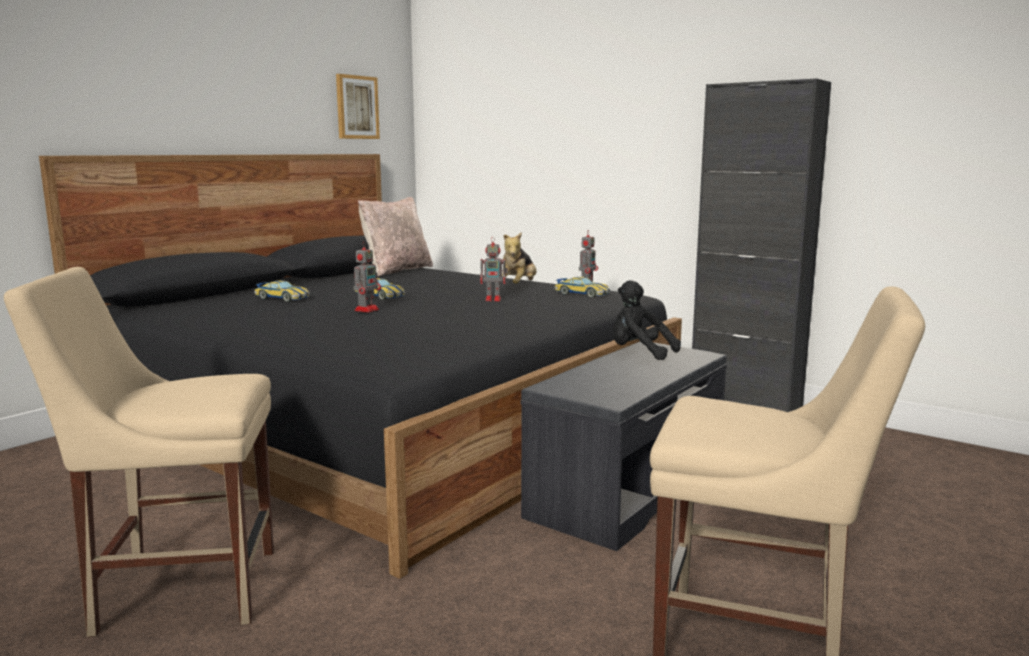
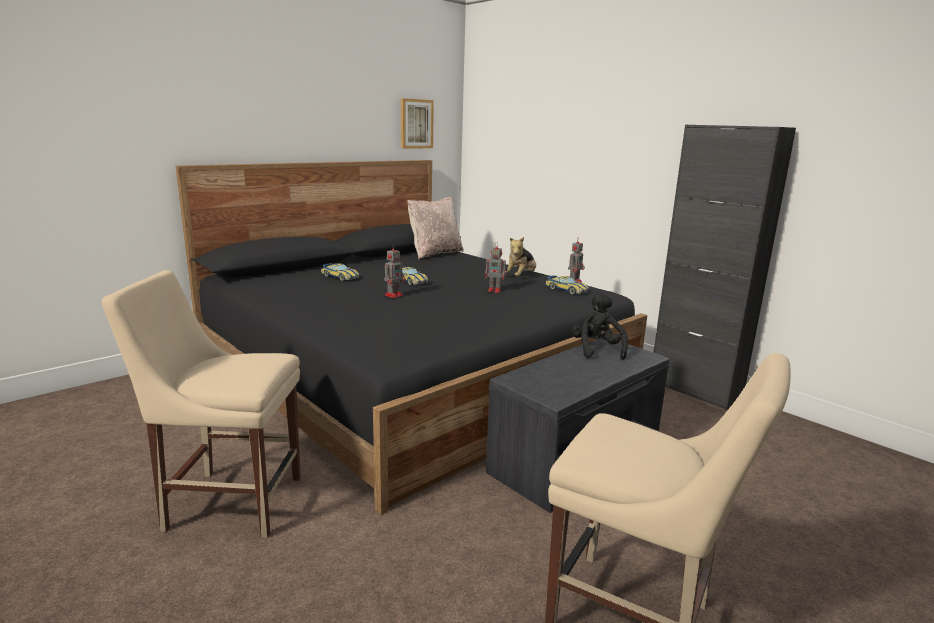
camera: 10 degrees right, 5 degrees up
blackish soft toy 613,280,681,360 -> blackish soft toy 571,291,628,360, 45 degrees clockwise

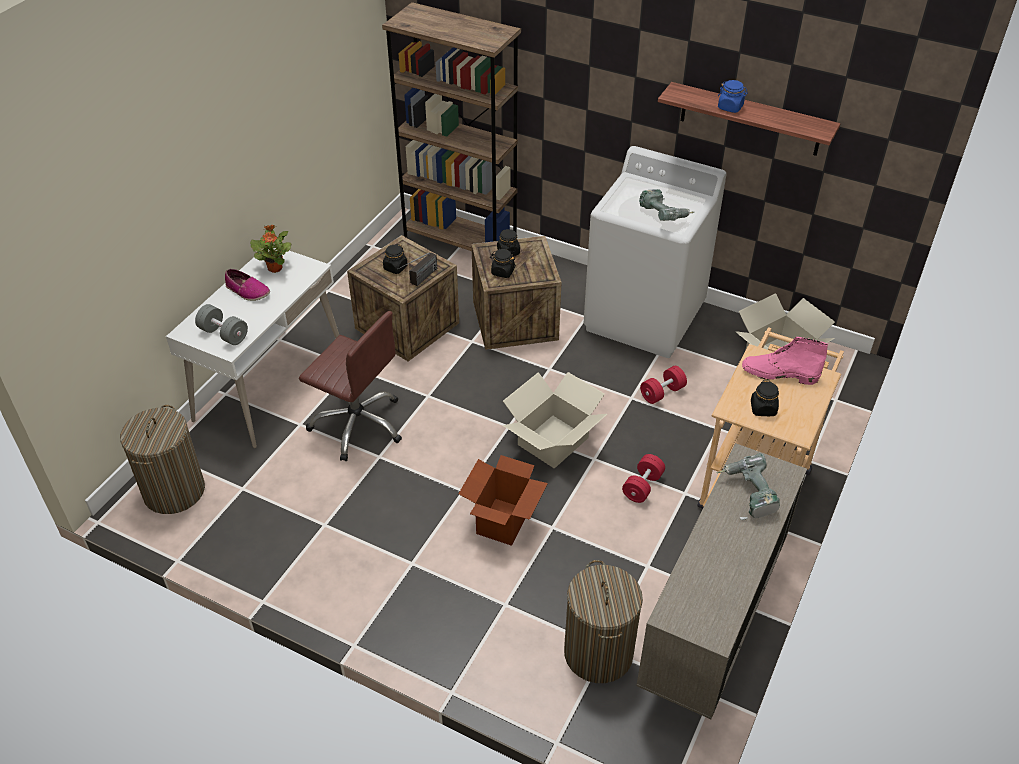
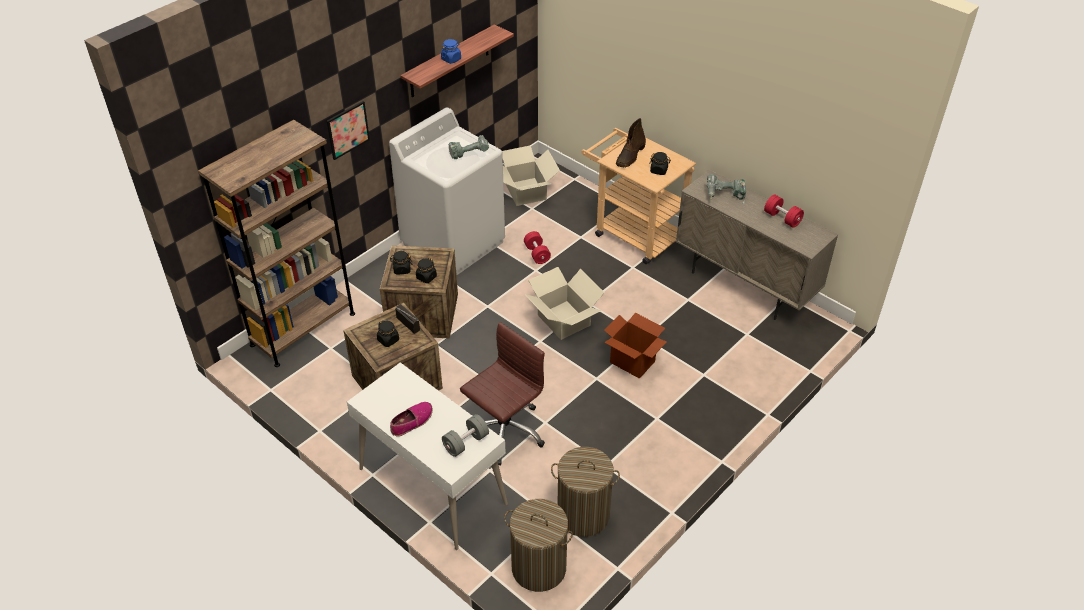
camera: 75 degrees left, 0 degrees up
potted plant 250,225,291,273 -> none
washing basket 564,560,643,683 -> washing basket 551,447,620,537, moved
red dumbbell 622,454,665,503 -> red dumbbell 764,195,804,228, moved
pinkish tall boot 742,337,828,385 -> brownish tall boot 616,118,646,168
none -> wall picture 327,101,370,160

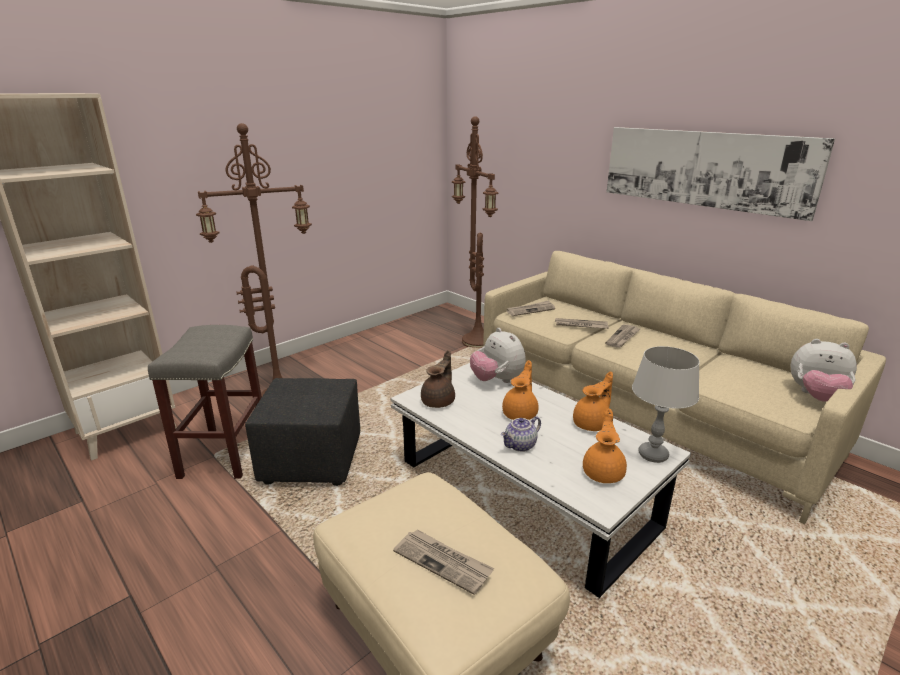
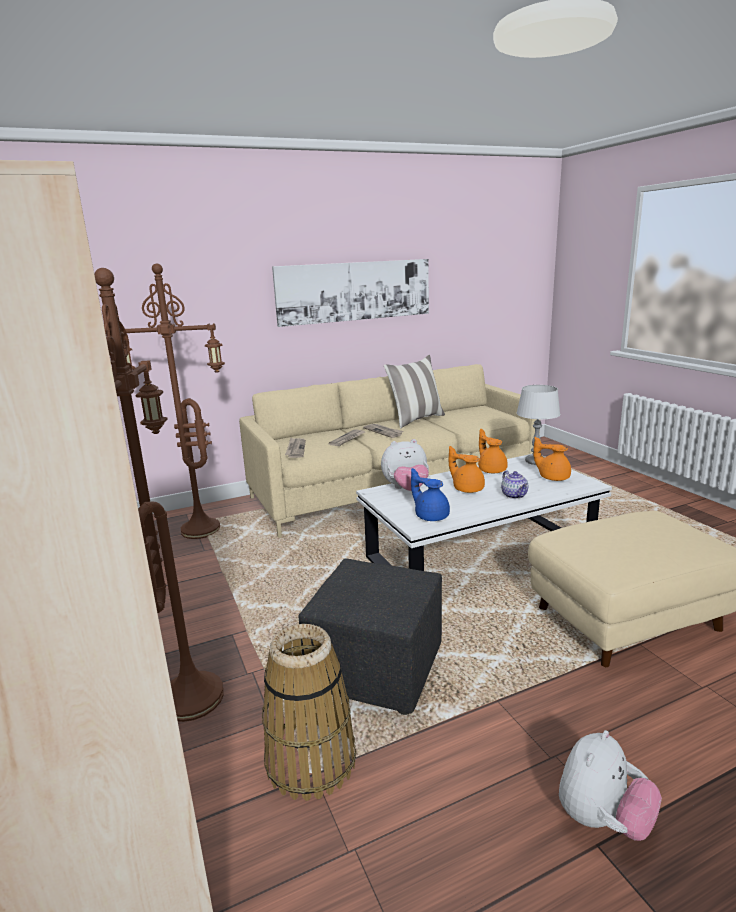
camera: 70 degrees left, 5 degrees down
greyish stool seat 148,325,262,479 -> household basket 262,624,356,801
daily paper 393,529,494,595 -> none
brownish pot for tea 421,350,455,408 -> blue-coloured pot for tea 411,468,450,521
soft toy 791,339,857,402 -> soft toy 559,730,662,841, moved
none -> throw pillow 384,355,445,428

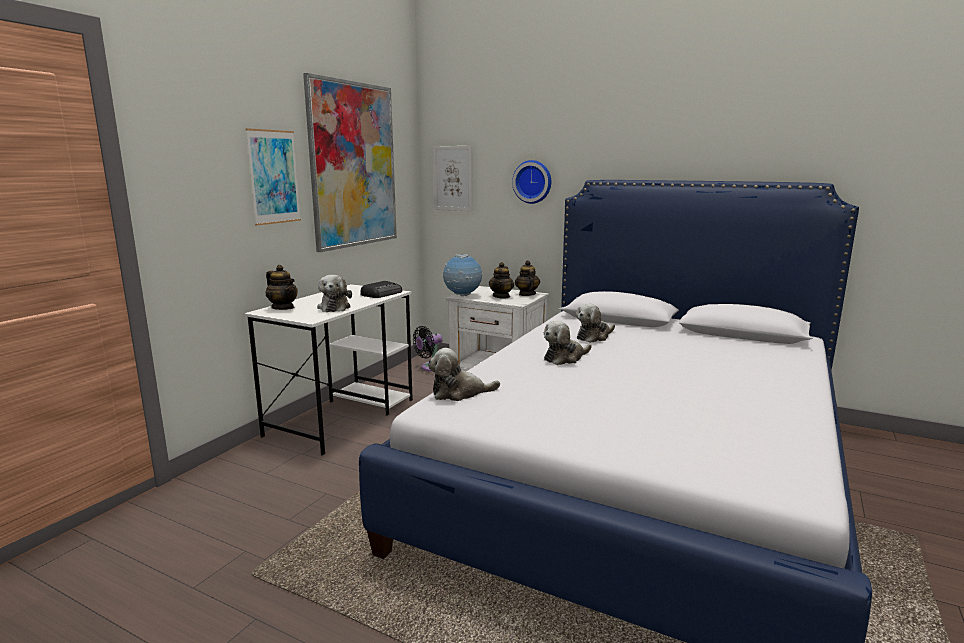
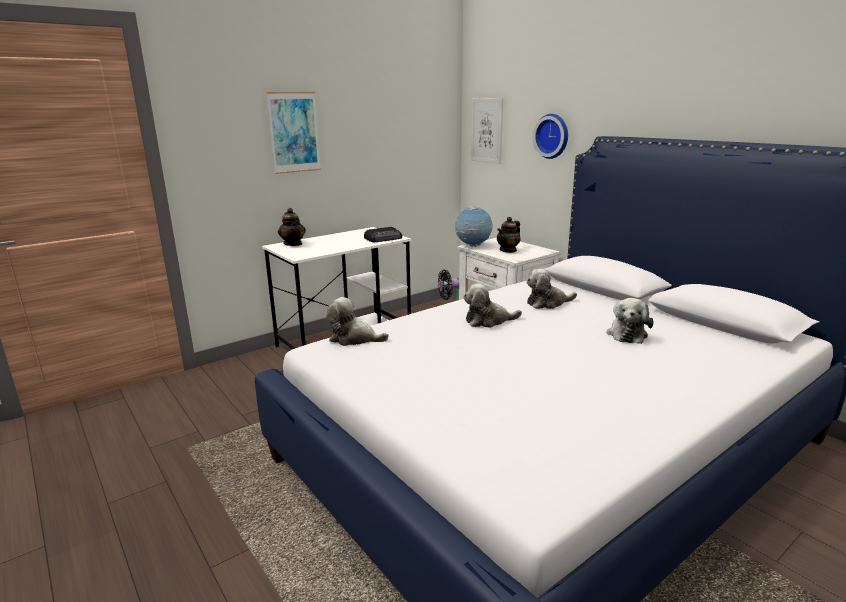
camera: 25 degrees right, 5 degrees up
wall picture 303,73,397,252 -> none
soft toy 317,275,352,312 -> soft toy 607,298,654,344, moved
pot for tea 515,260,540,296 -> none

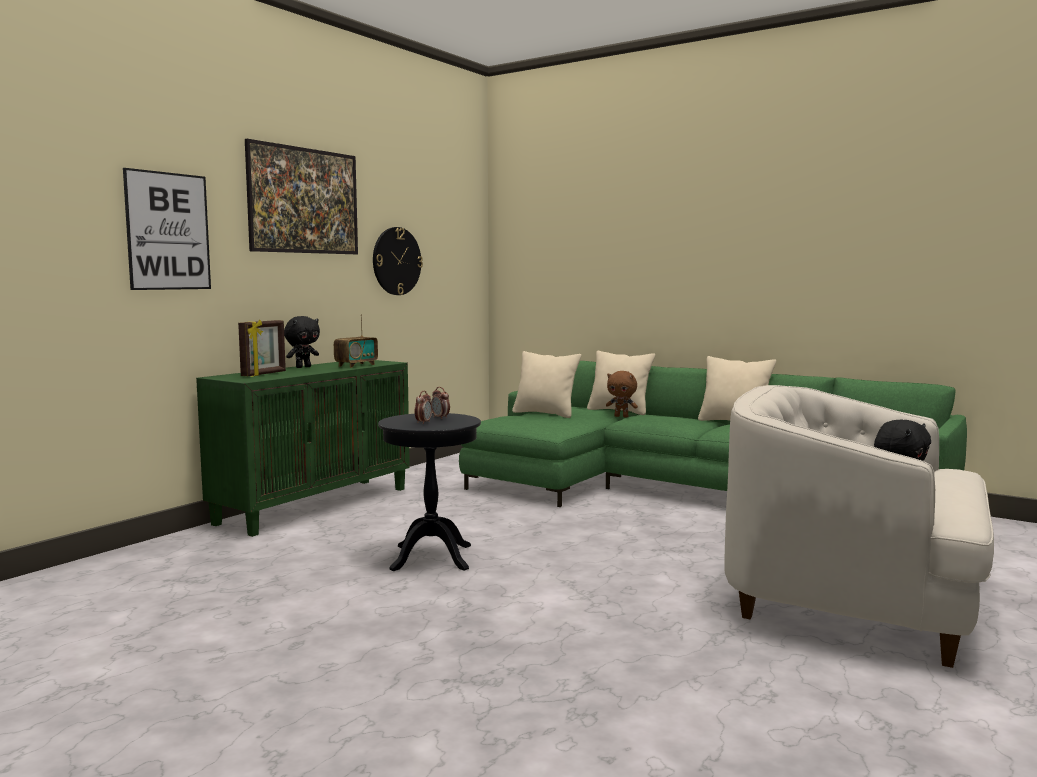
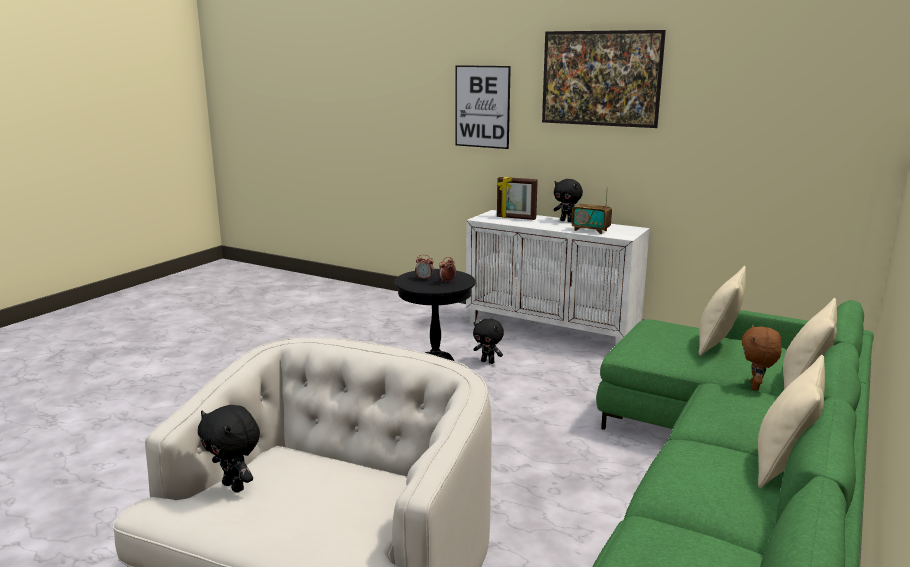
camera: 85 degrees right, 10 degrees up
greenish storage cabinet 196,360,410,537 -> whitish storage cabinet 466,210,650,345
hanging clock 373,227,423,295 -> none
none -> blackish soft toy 473,318,504,364

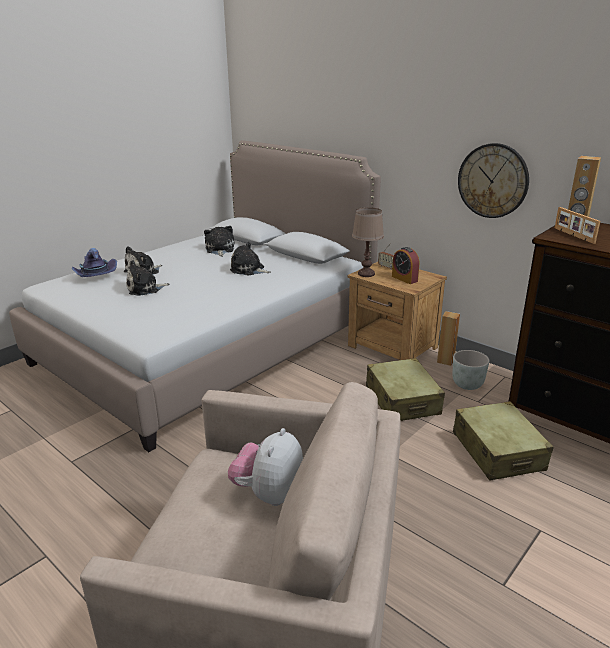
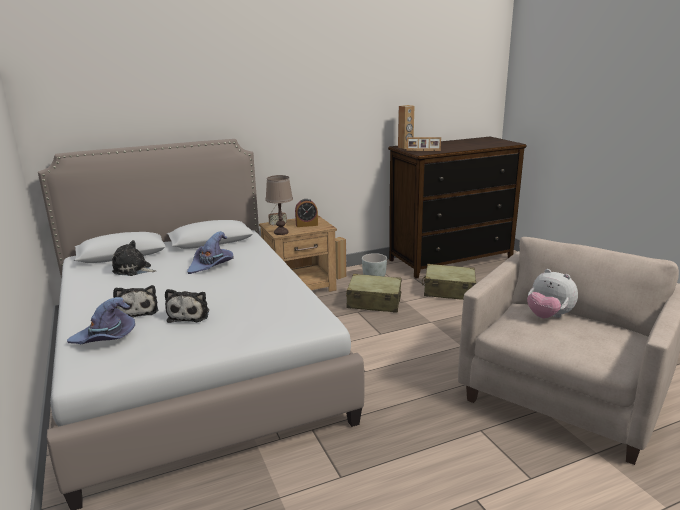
camera: 65 degrees left, 5 degrees down
soft toy 230,242,271,275 -> purple-coloured clothing hat 187,231,234,274
hanging clock 458,143,529,218 -> none

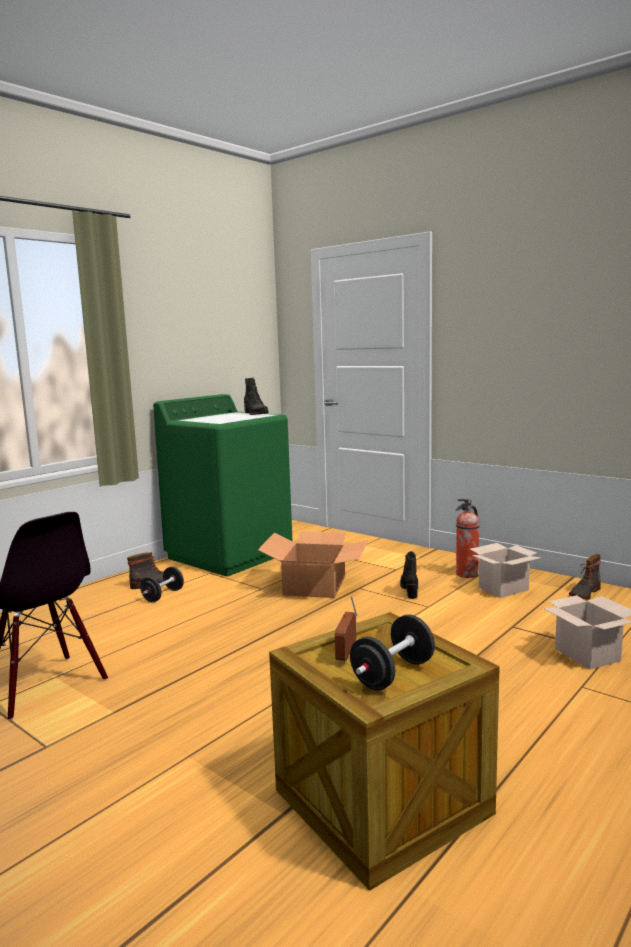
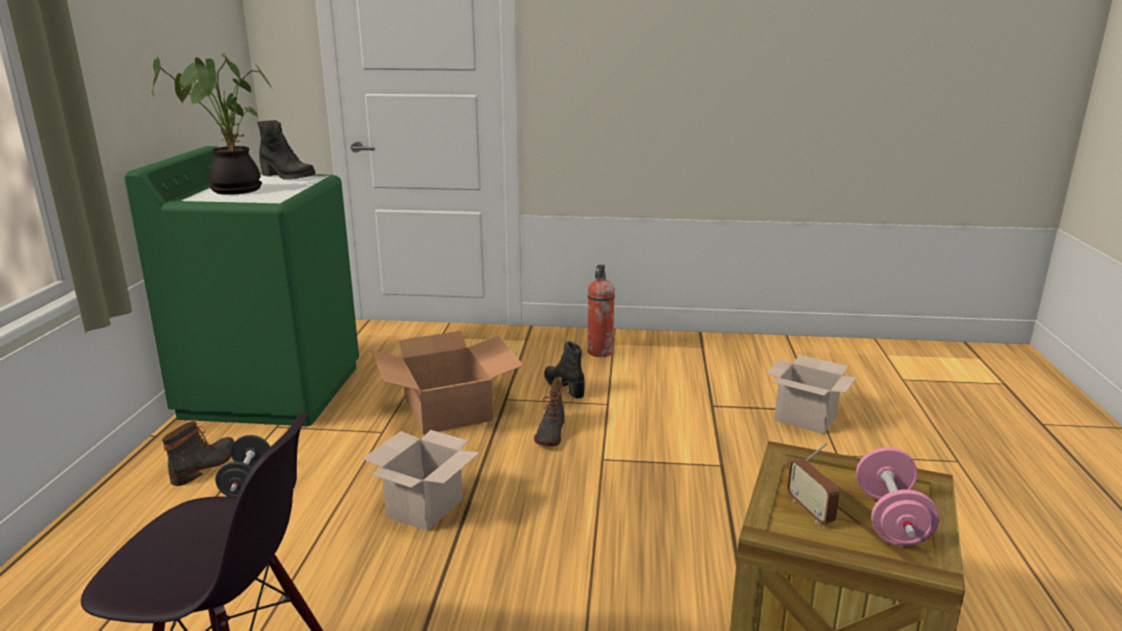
camera: 35 degrees left, 10 degrees up
blackish dumbbell 350,614,435,690 -> pinkish dumbbell 856,447,939,546
carton 470,543,541,598 -> carton 362,430,480,531, moved
tall boot 569,554,601,600 -> tall boot 534,377,565,446, moved
none -> potted plant 151,53,271,195

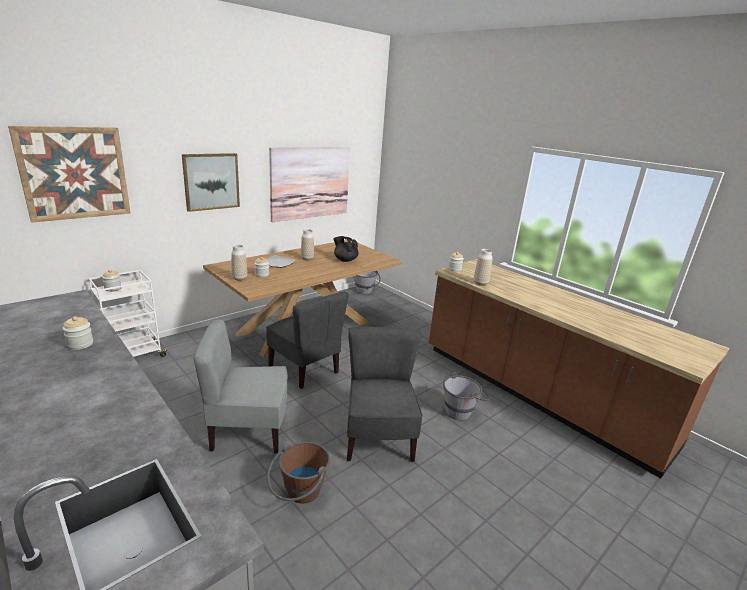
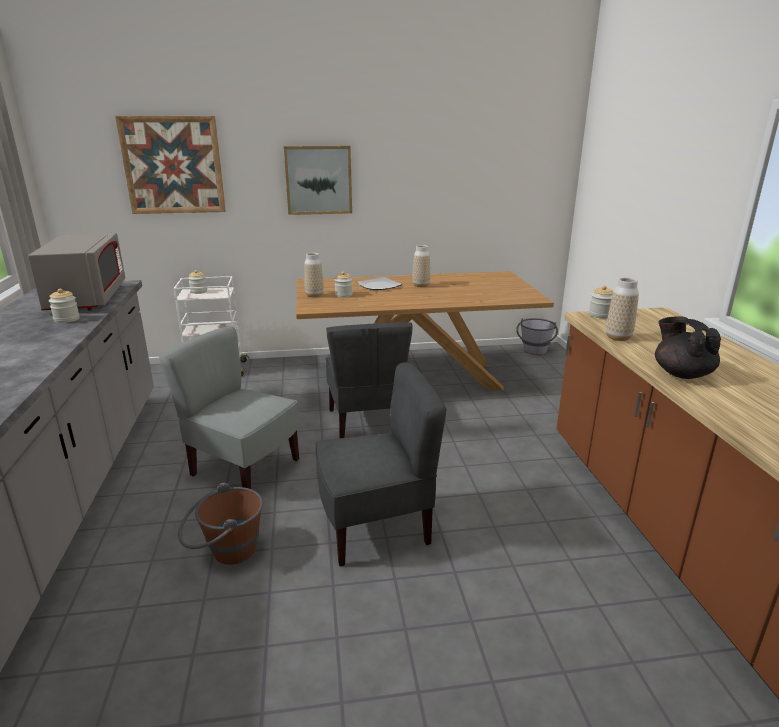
camera: 35 degrees right, 0 degrees up
wall picture 269,147,350,222 -> none
blackish pot for tea 333,236,359,262 -> blackish pot for tea 655,316,721,379, moved
greyish upright chair 347,327,423,462 -> greyish upright chair 315,362,447,566, 45 degrees clockwise
greyish bucket 443,372,490,420 -> none
none -> greyish kitchen microwave 28,233,125,310

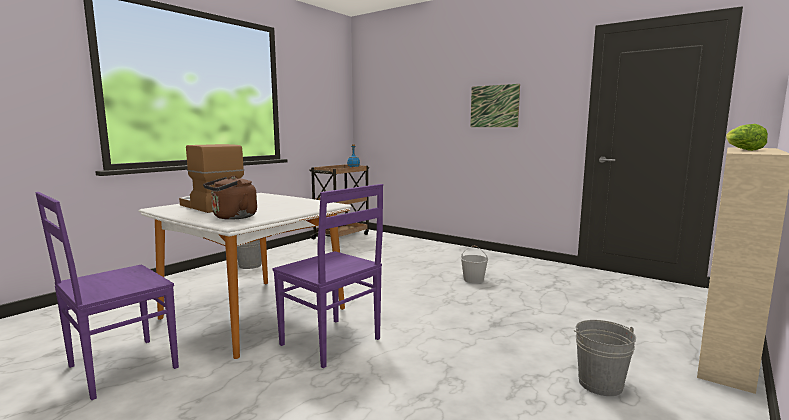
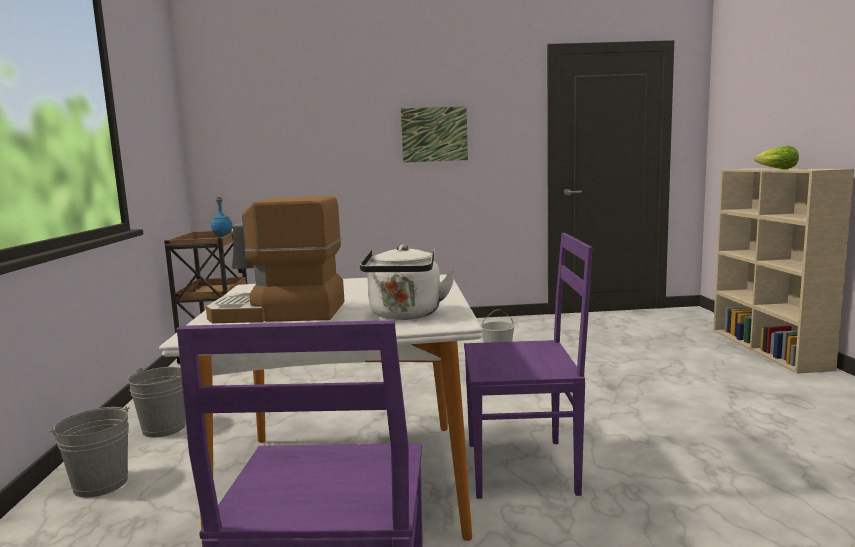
camera: 40 degrees left, 0 degrees up
brownish kettle 203,176,257,220 -> whitish kettle 360,245,456,320
greyish bucket 574,320,636,396 -> greyish bucket 48,406,130,498, moved

